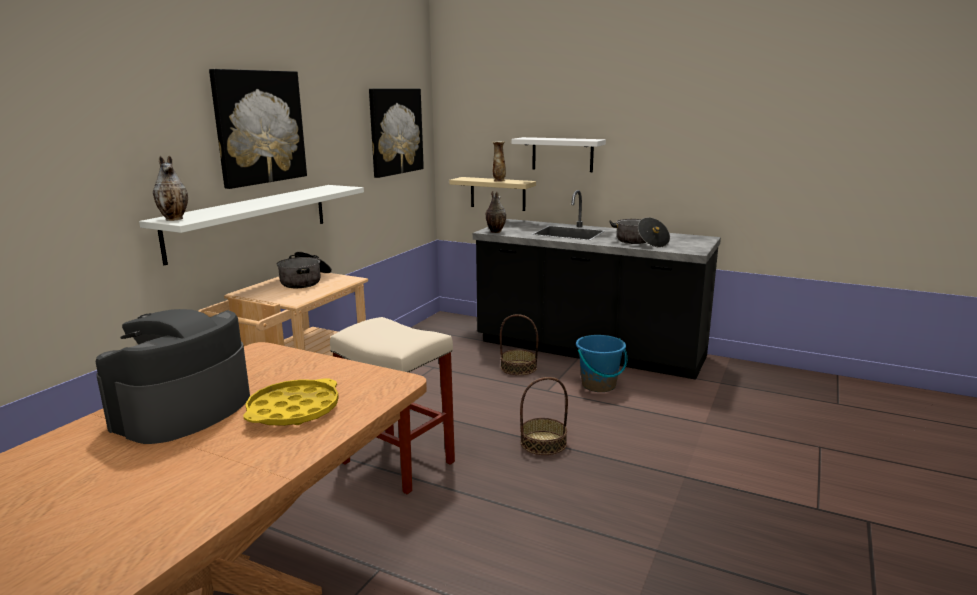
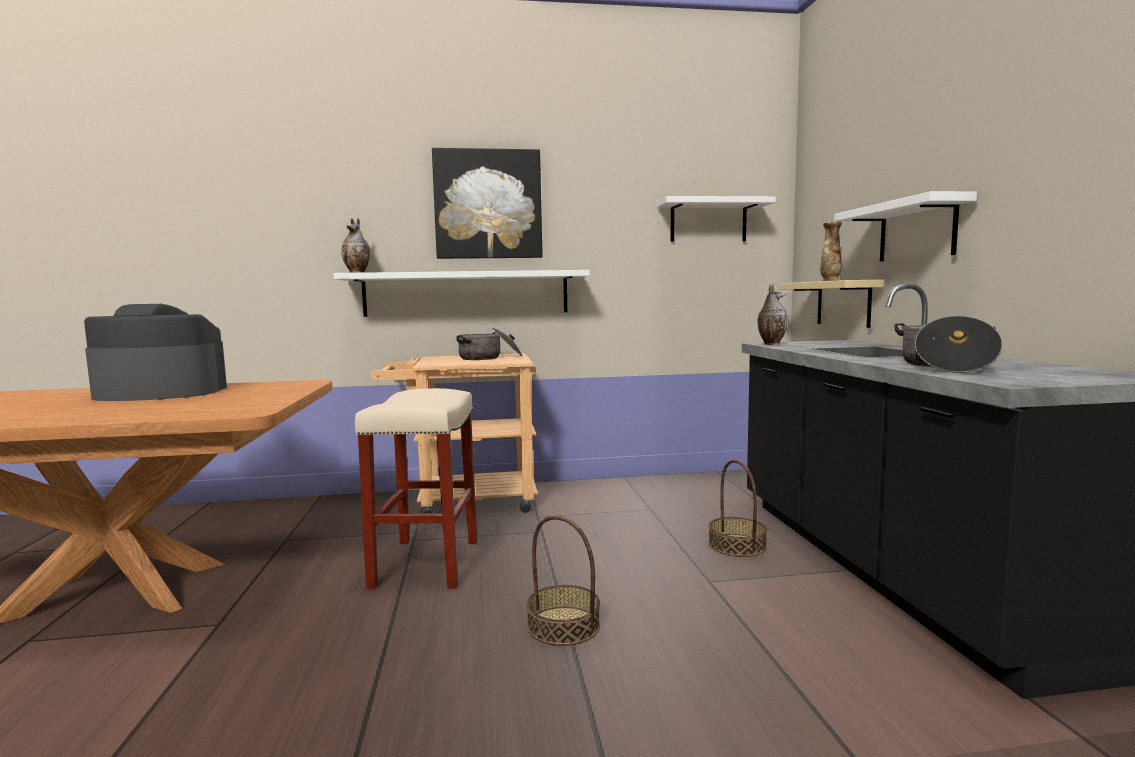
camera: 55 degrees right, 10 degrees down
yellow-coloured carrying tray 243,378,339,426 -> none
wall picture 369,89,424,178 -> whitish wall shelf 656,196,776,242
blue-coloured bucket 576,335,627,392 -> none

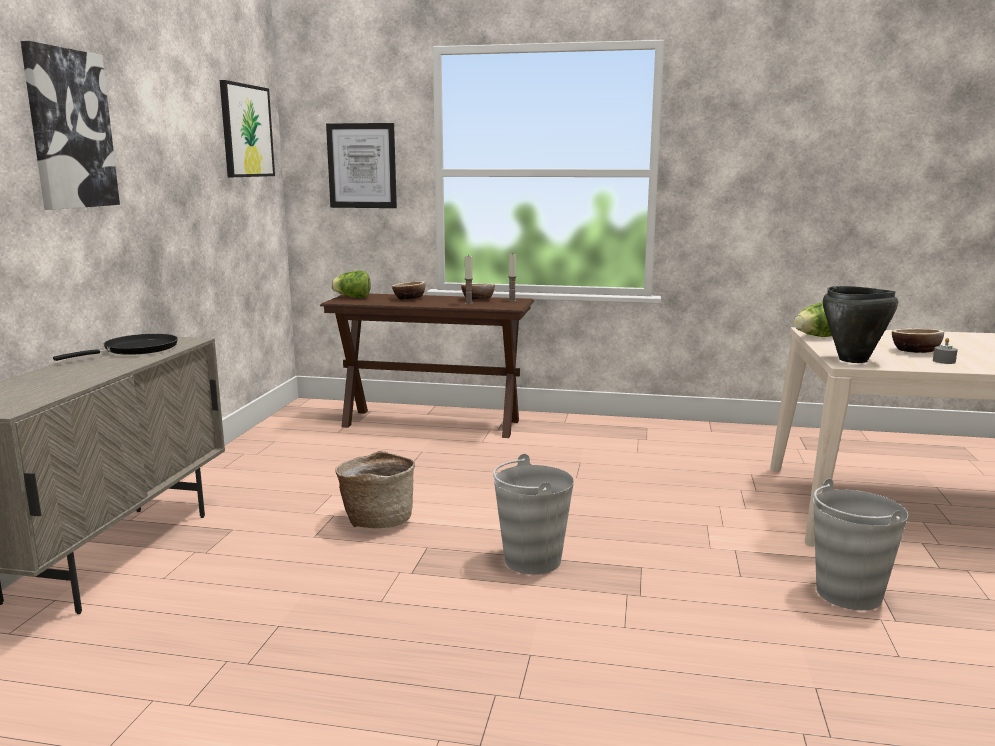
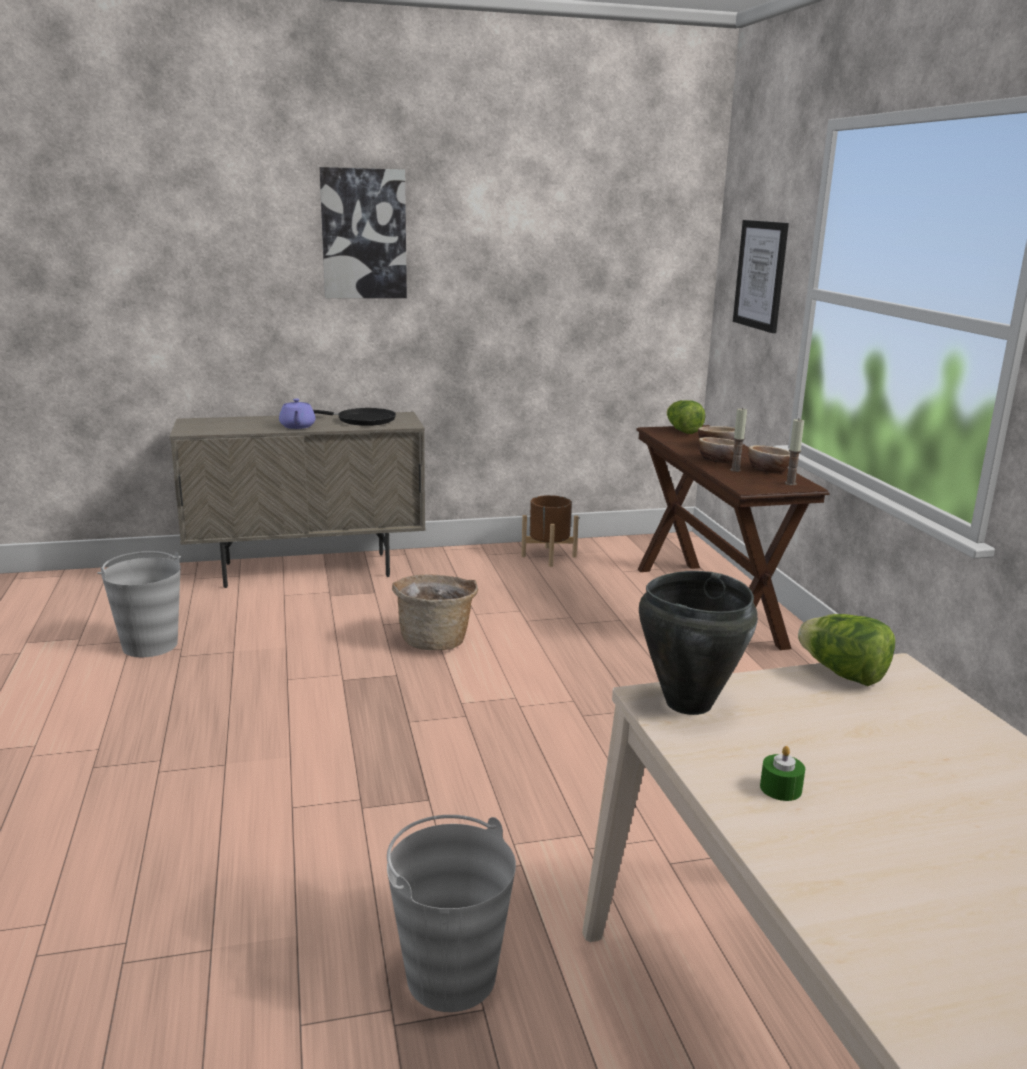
camera: 65 degrees right, 5 degrees up
wall picture 220,80,275,177 -> none
greyish bucket 493,454,574,575 -> greyish bucket 97,551,181,657, moved
bowl 892,328,944,353 -> bowl 698,437,743,463, moved
greyish wax light 933,338,958,364 -> greenish wax light 760,746,805,801
none -> purple-coloured pot for tea 279,399,316,429
none -> brownish flower pot 521,495,579,567

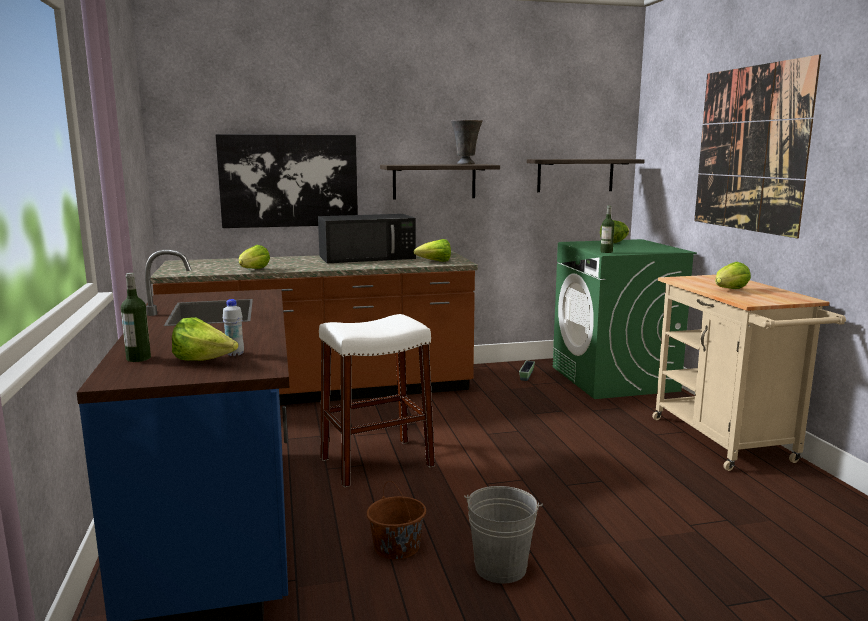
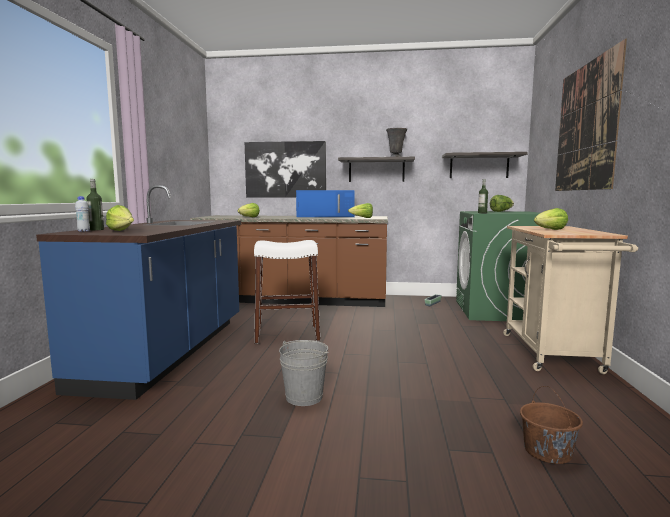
camera: 20 degrees right, 5 degrees down
whitish beverage bottle 223,299,244,356 -> whitish beverage bottle 75,196,90,232, moved
blackish kitchen microwave 318,214,416,263 -> blue-coloured kitchen microwave 296,190,355,217
brownish bucket 367,481,426,560 -> brownish bucket 520,386,583,464, moved

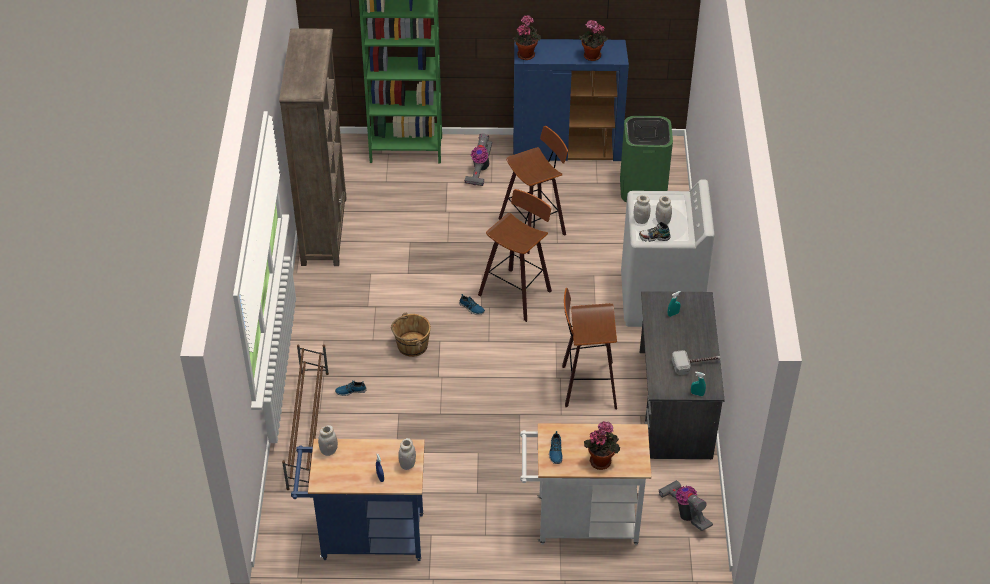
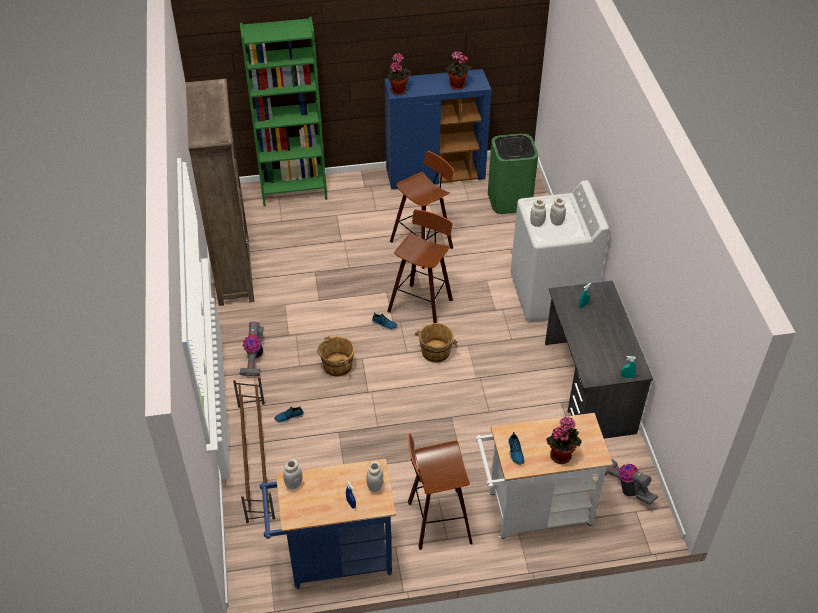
camera: 10 degrees left, 0 degrees up
hoover 464,134,492,186 -> hoover 239,321,264,376, moved
stool seat 562,288,617,409 -> stool seat 408,433,473,550, moved
low shoe 639,222,671,242 -> none
tool hammer 672,350,721,375 -> none
none -> brownish bucket 415,323,458,363

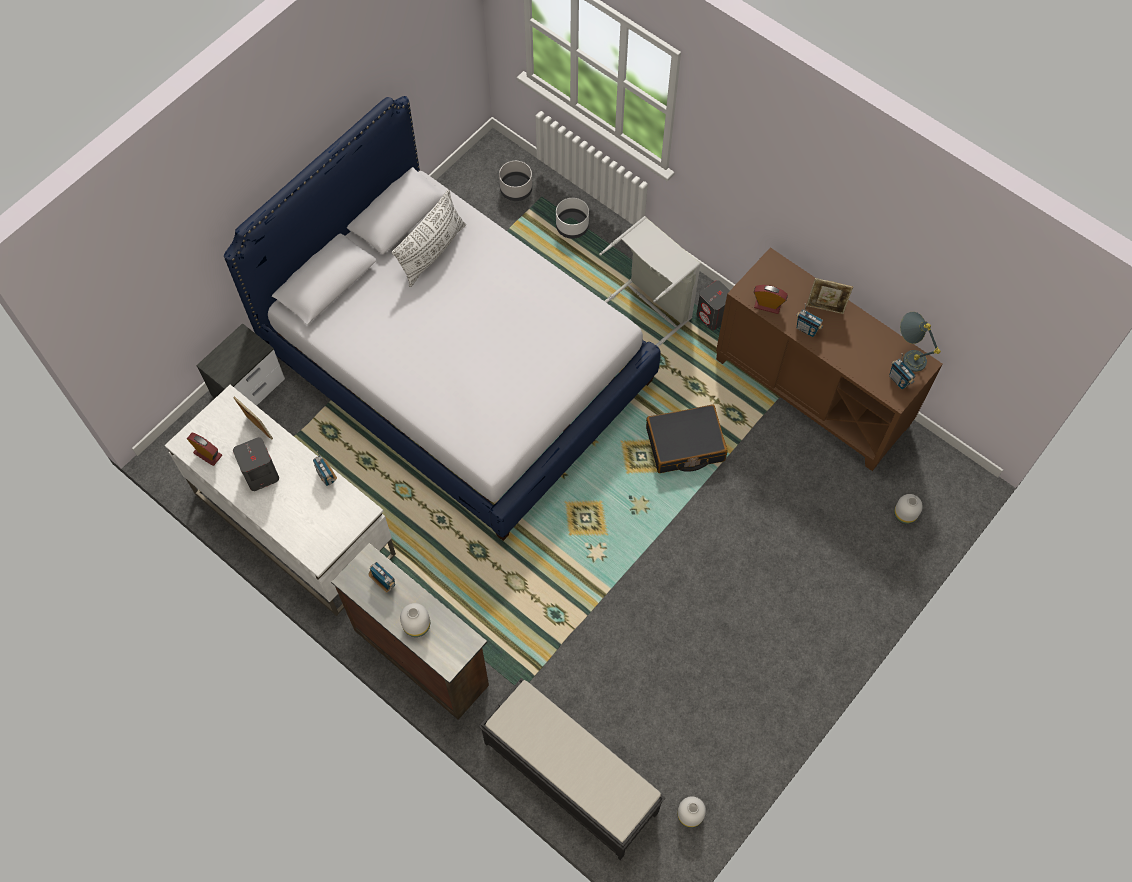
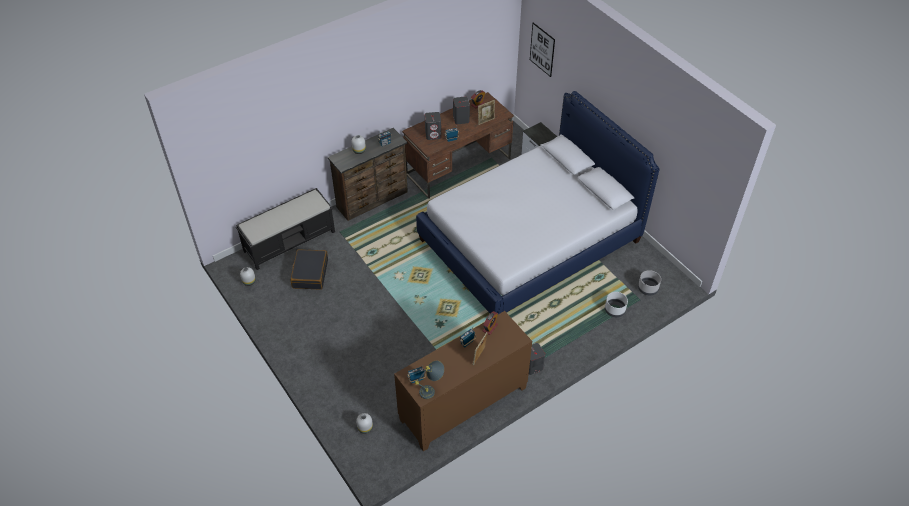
camera: 105 degrees right, 15 degrees down
whitish desk 164,385,396,616 -> brownish desk 402,92,514,199
whitish throw pillow 392,190,466,287 -> none
greyish washing basket 599,216,701,347 -> none
blackish travel case 646,404,728,473 -> blackish travel case 291,249,328,290, moved
none -> greyish loudspeaker 425,112,441,140
none -> wall picture 530,23,555,77

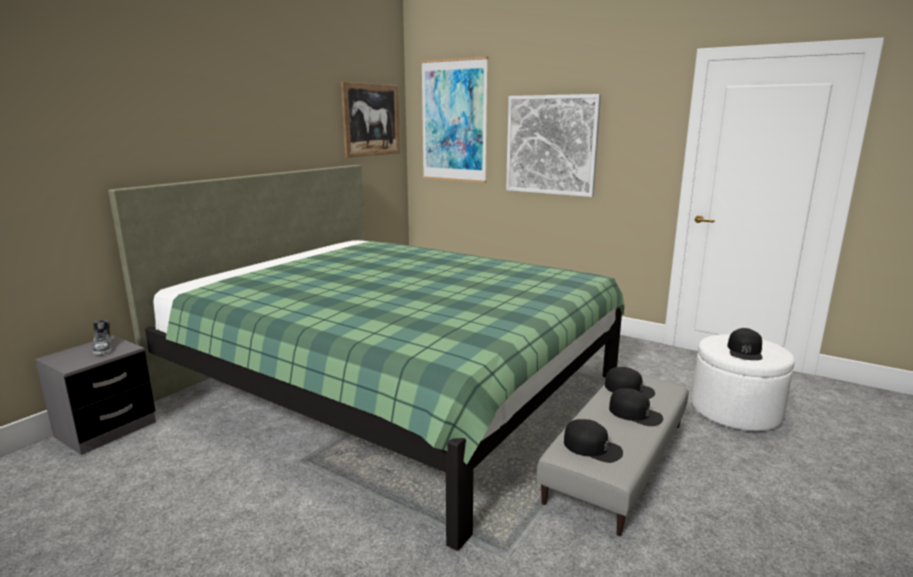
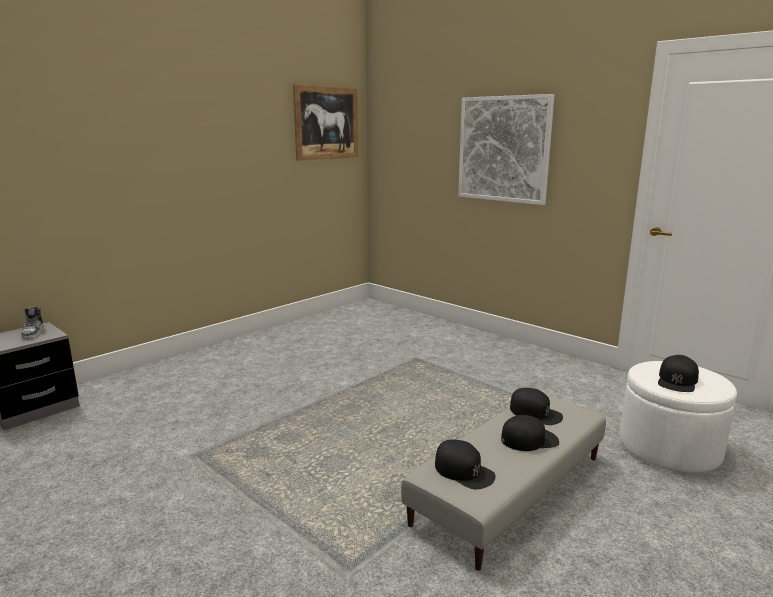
camera: 10 degrees right, 0 degrees up
greenish bedroom bed 108,165,624,551 -> none
wall picture 421,56,488,183 -> none
blackish cap 609,388,663,426 -> blackish cap 501,415,559,451, 60 degrees counterclockwise

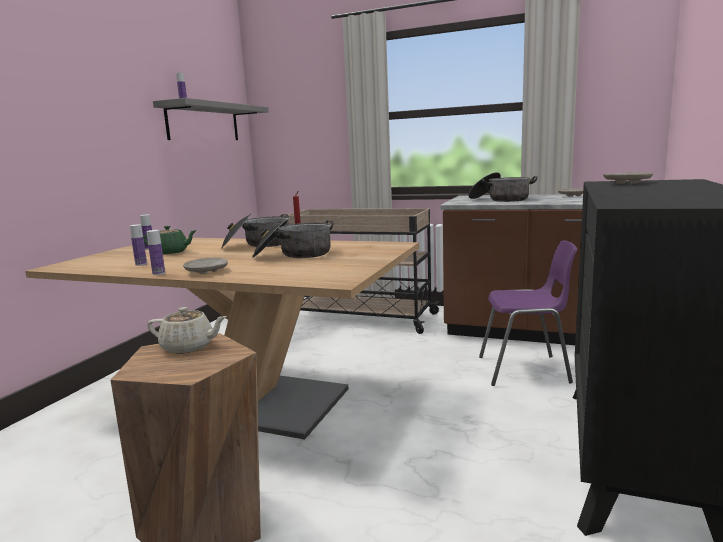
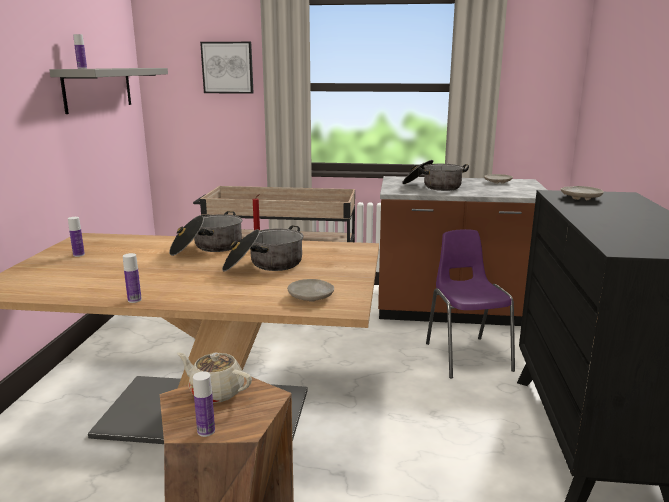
camera: 15 degrees left, 5 degrees up
beverage bottle 130,224,147,266 -> beverage bottle 193,372,215,437, moved
greenish pot for tea 143,226,197,255 -> none
beige-coloured pot for tea 147,307,227,354 -> beige-coloured pot for tea 177,353,252,403, 150 degrees counterclockwise
beige-coloured plate 183,258,228,274 -> beige-coloured plate 287,279,334,302, moved
purple-coloured upright chair 479,241,577,386 -> purple-coloured upright chair 426,229,515,379, 90 degrees counterclockwise
none -> wall picture 200,42,254,94

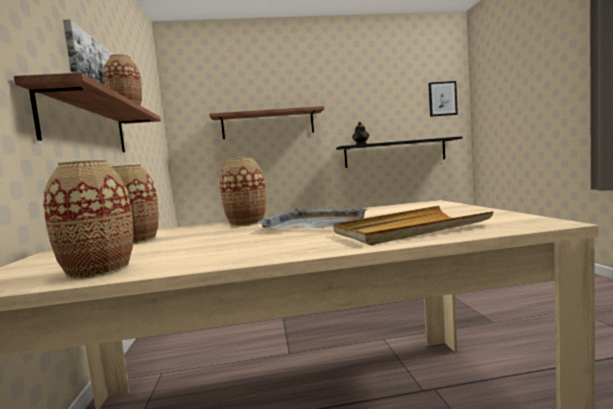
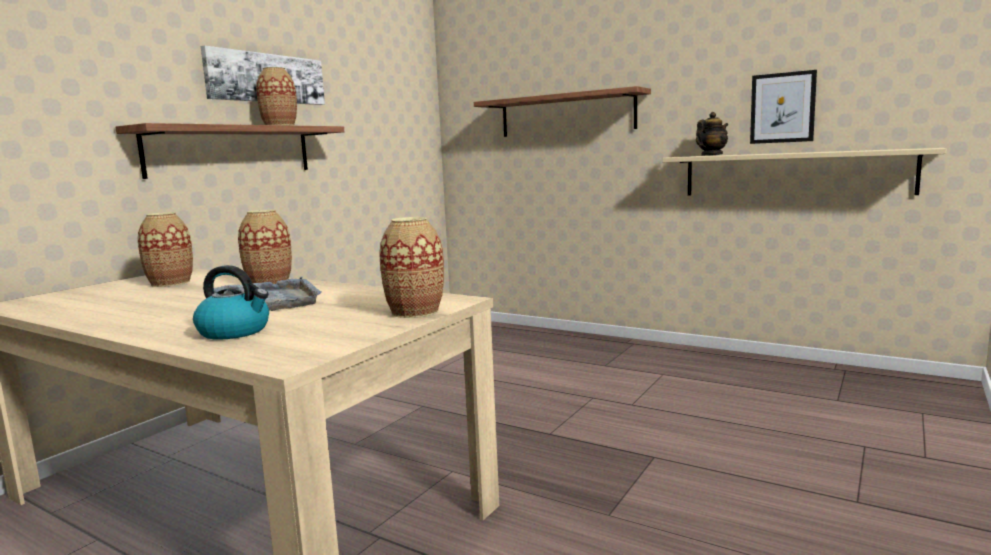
camera: 40 degrees right, 5 degrees up
flower vase 43,160,133,279 -> flower vase 379,217,444,318, moved
beige-coloured carrying tray 333,206,494,246 -> kettle 193,265,269,340
blackish wall shelf 336,136,462,168 -> beige-coloured wall shelf 662,148,946,196
wall picture 429,81,458,117 -> wall picture 750,70,817,144, moved

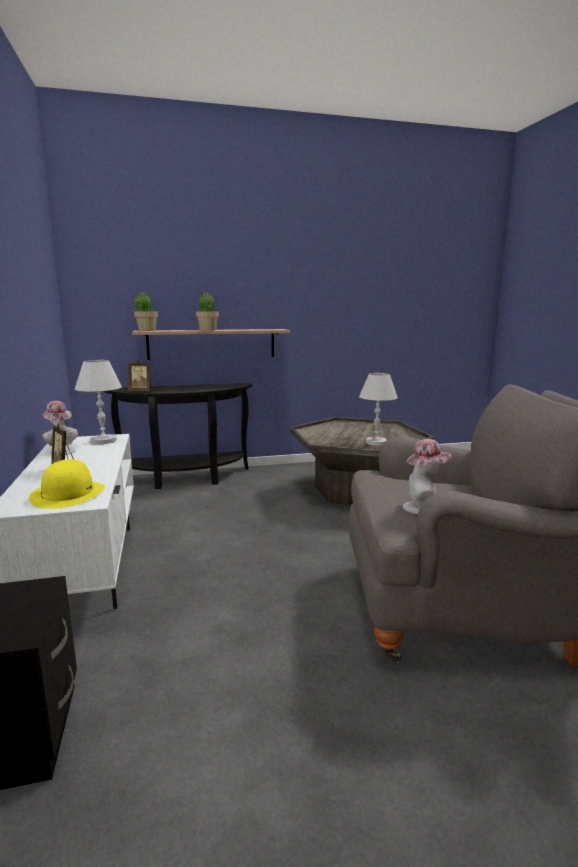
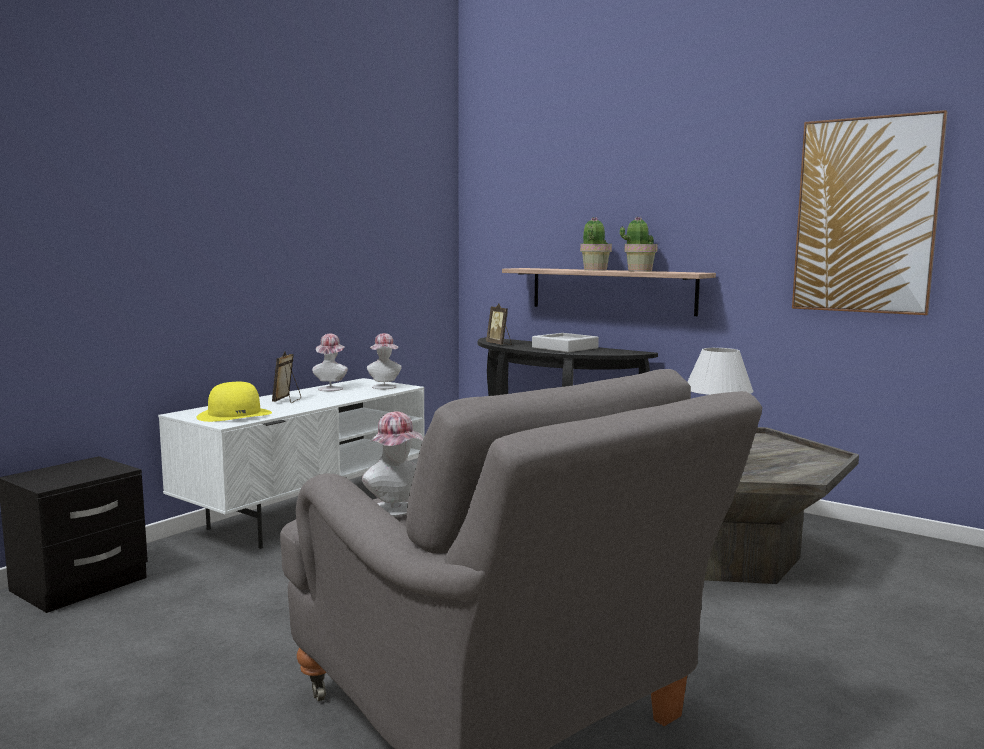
camera: 50 degrees right, 5 degrees down
whitish table lamp 75,360,122,444 -> clothing hat 367,333,402,389
potted plant 134,292,158,331 -> potted plant 620,217,658,271, moved
none -> greyish carrying tray 532,333,599,352
none -> wall picture 792,110,948,315

